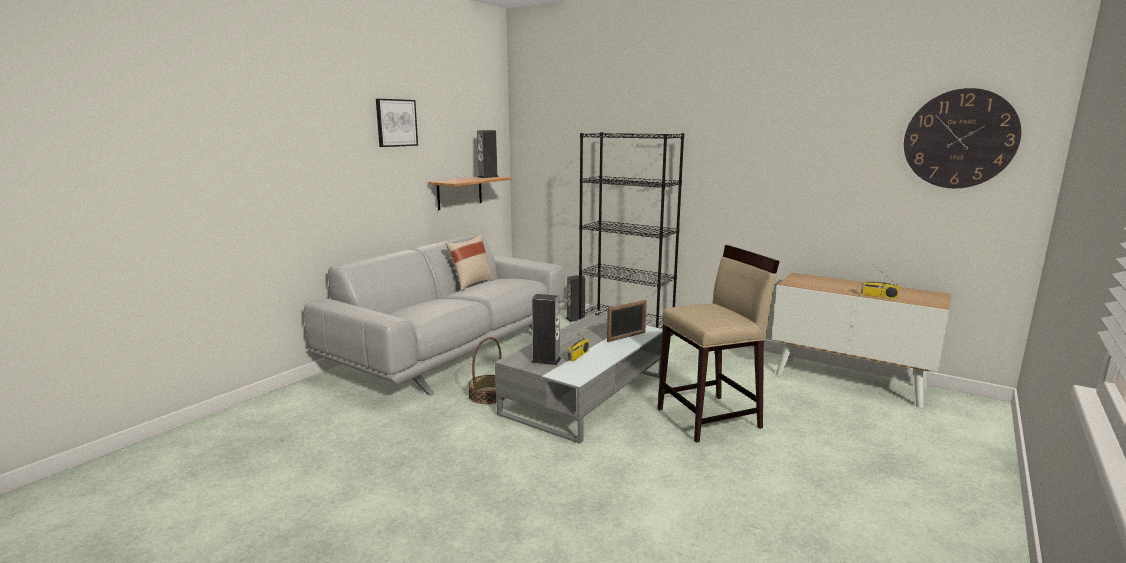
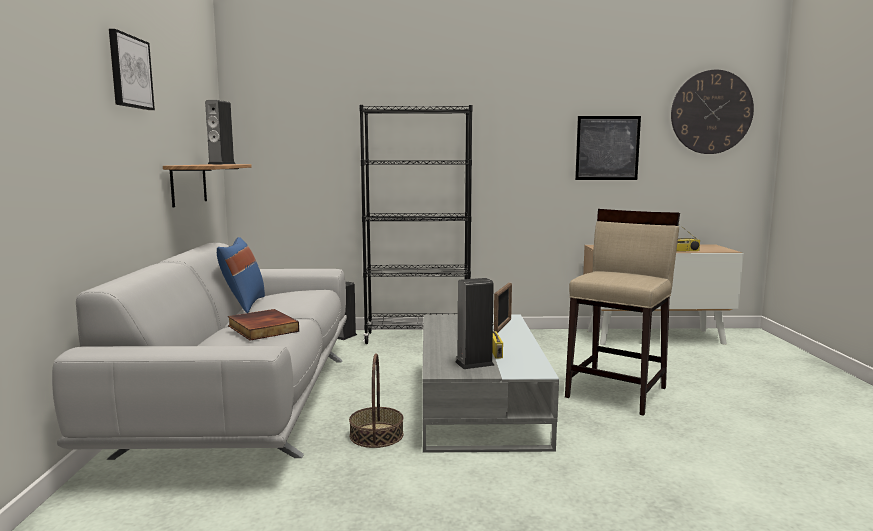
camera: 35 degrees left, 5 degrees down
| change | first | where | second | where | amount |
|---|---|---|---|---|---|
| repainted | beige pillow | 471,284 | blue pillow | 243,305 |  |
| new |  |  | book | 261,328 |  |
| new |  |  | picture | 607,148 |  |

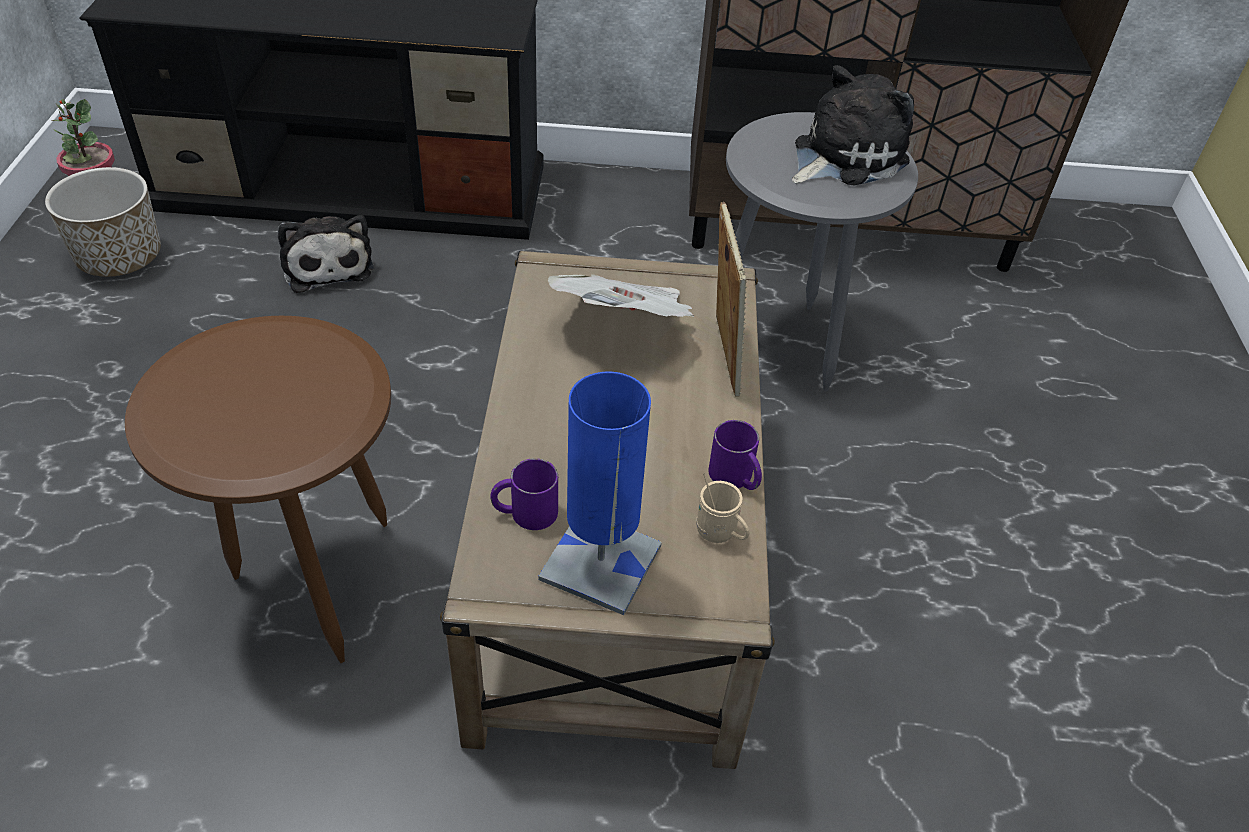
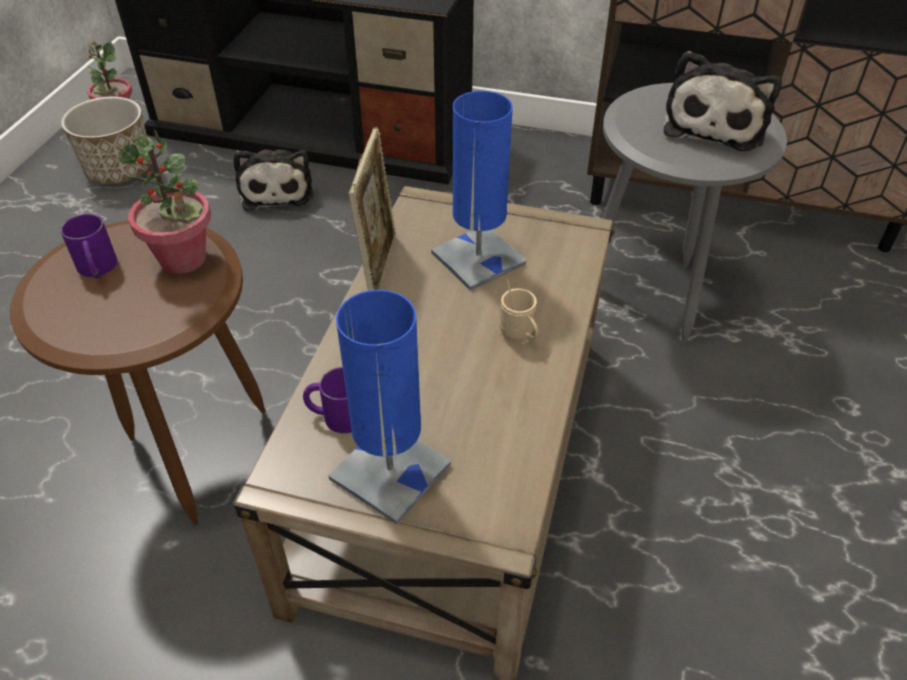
camera: 15 degrees right, 0 degrees up
| change | first | where | second | where | amount |
|---|---|---|---|---|---|
| shifted | purple mug | 736,478 |  | 97,269 |  |
| new |  |  | potted plant | 184,259 |  |
| shifted | picture frame | 722,354 |  | 379,268 |  |
| swapped | newspaper | 625,324 | blue table lamp | 478,258 |  |
| shifted | beige mug | 720,534 |  | 519,335 |  |
| rotated | plush toy | 843,156 |  | 715,124 | 135 degrees clockwise |

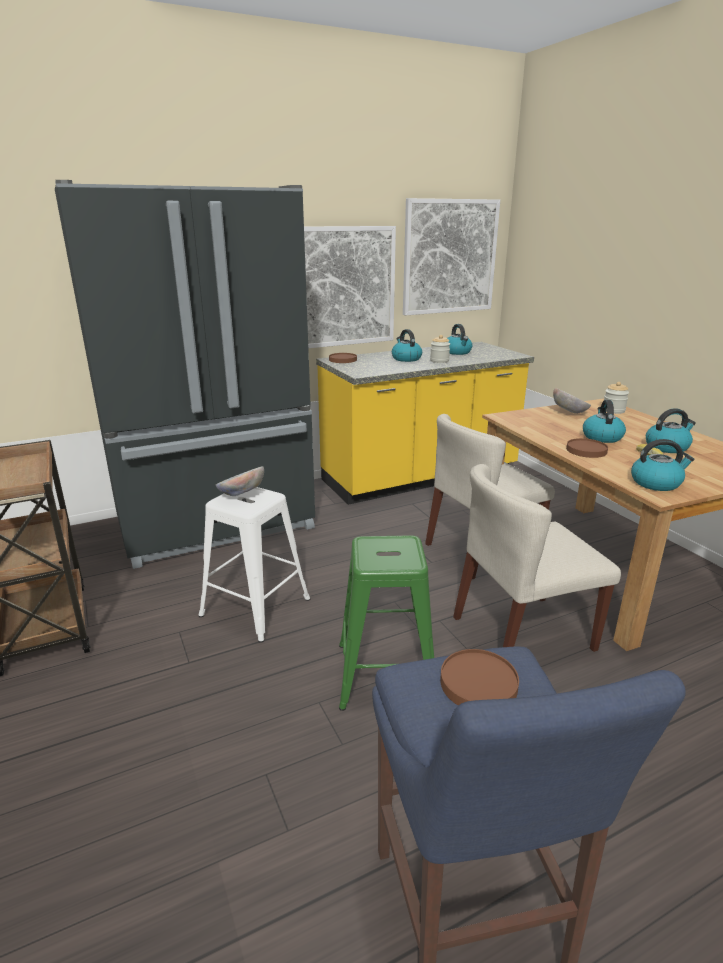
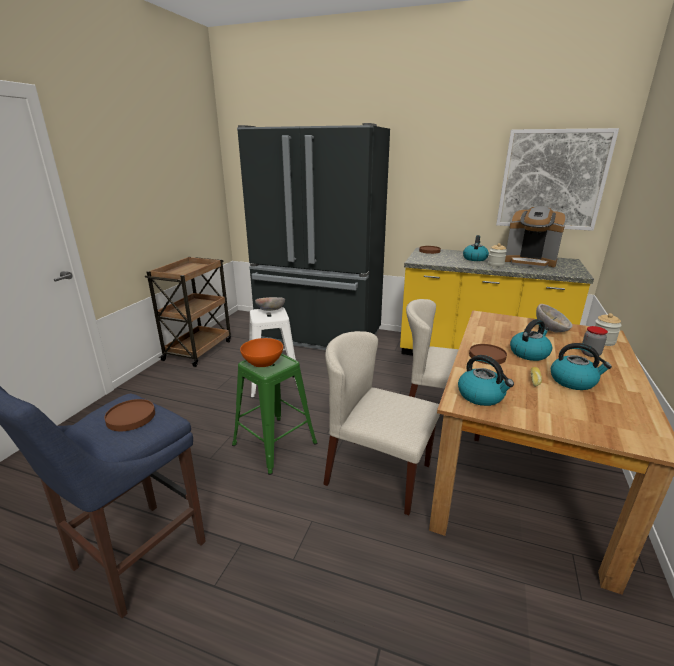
camera: 45 degrees right, 0 degrees up
| change | first | where | second | where | amount |
|---|---|---|---|---|---|
| new |  |  | orange bowl | 263,361 |  |
| swapped | kettle | 457,352 | coffee machine | 530,262 |  |
| new |  |  | jar | 590,354 |  |
| gone | picture | 342,287 |  |  |  |

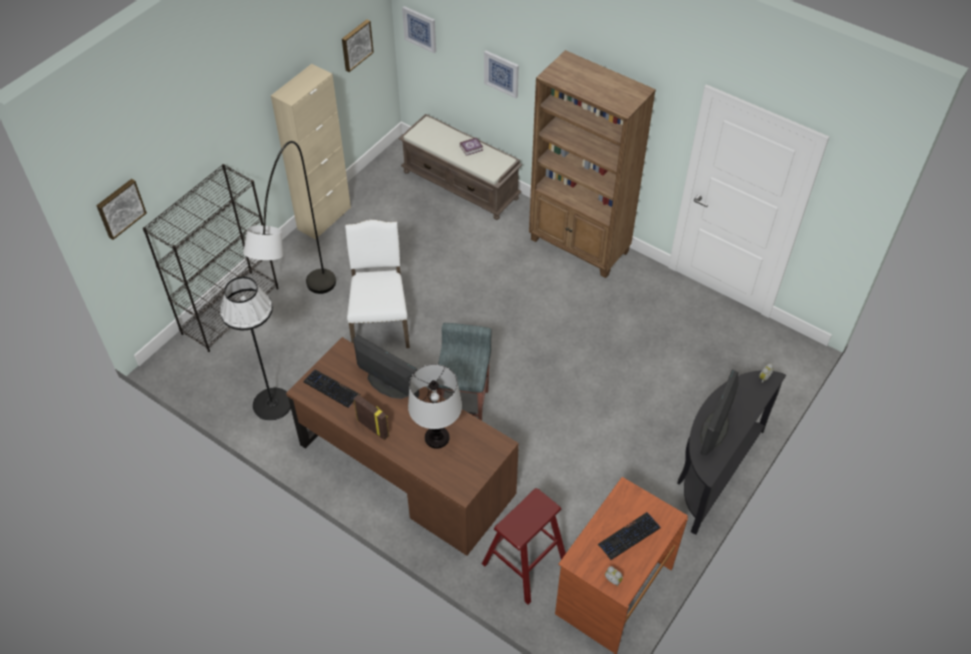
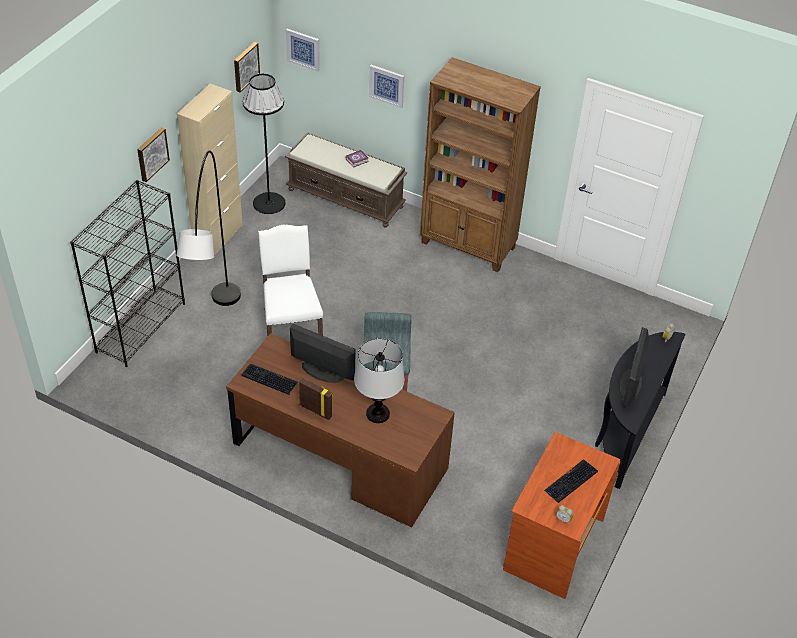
camera: 10 degrees left, 5 degrees down
| change | first | where | second | where | amount |
|---|---|---|---|---|---|
| shifted | picture | 120,208 |  | 151,154 |  |
| shifted | black floor lamp | 272,403 |  | 269,203 |  |
| gone | red stool | 525,563 |  |  |  |

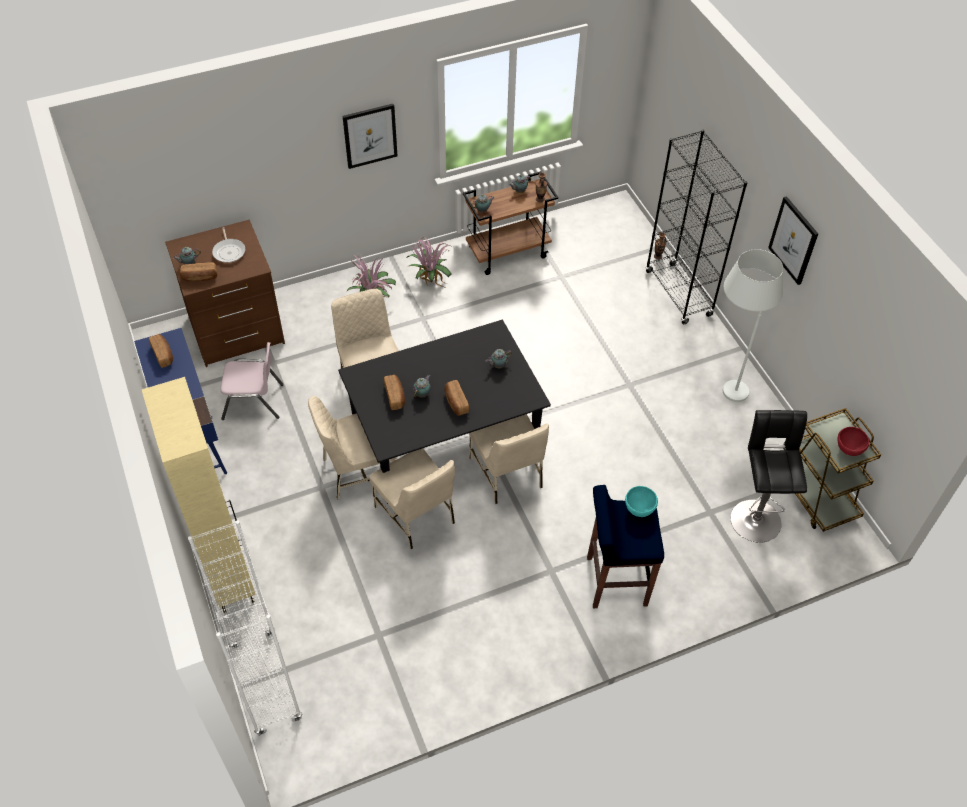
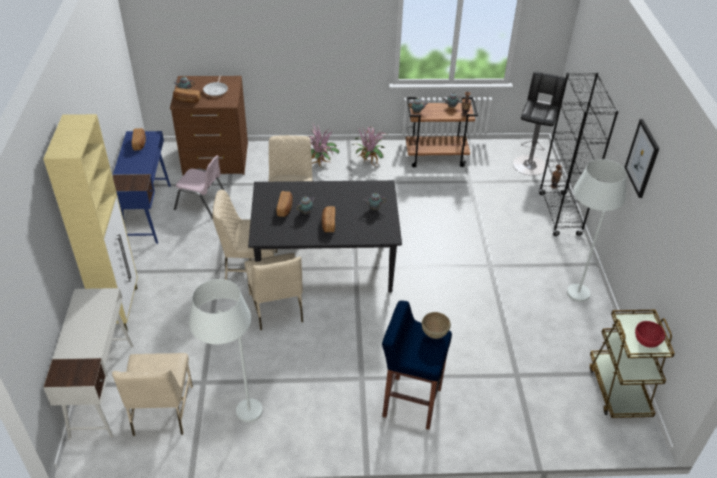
camera: 20 degrees right, 10 degrees down
| change | first | where | second | where | amount |
|---|---|---|---|---|---|
| swapped | white bookcase | 265,682 | white desk | 102,388 |  |
| shifted | beige chair | 507,473 |  | 161,411 |  |
| new |  |  | white floor lamp | 234,412 |  |
| repainted | turquoise bowl | 639,509 | brown bowl | 434,333 |  |
| shifted | black stool | 755,517 |  | 529,163 |  |
| gone | picture | 370,135 |  |  |  |

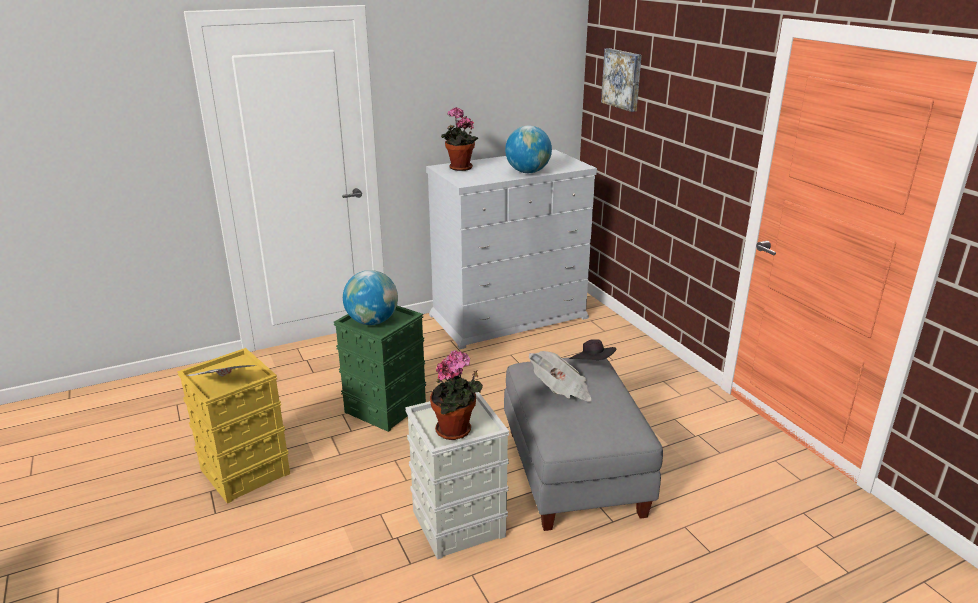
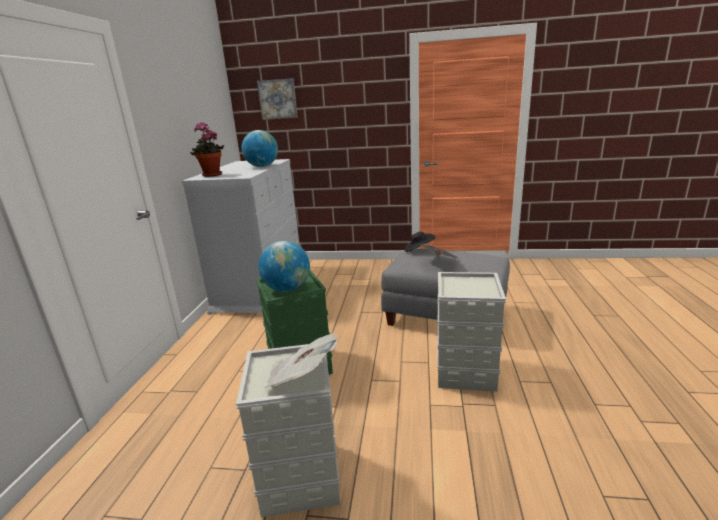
camera: 55 degrees left, 5 degrees down
| change | first | where | second | where | amount |
|---|---|---|---|---|---|
| repainted | yellow storage box | 245,471 | grey storage box | 300,477 |  |
| gone | potted plant | 456,431 |  |  |  |

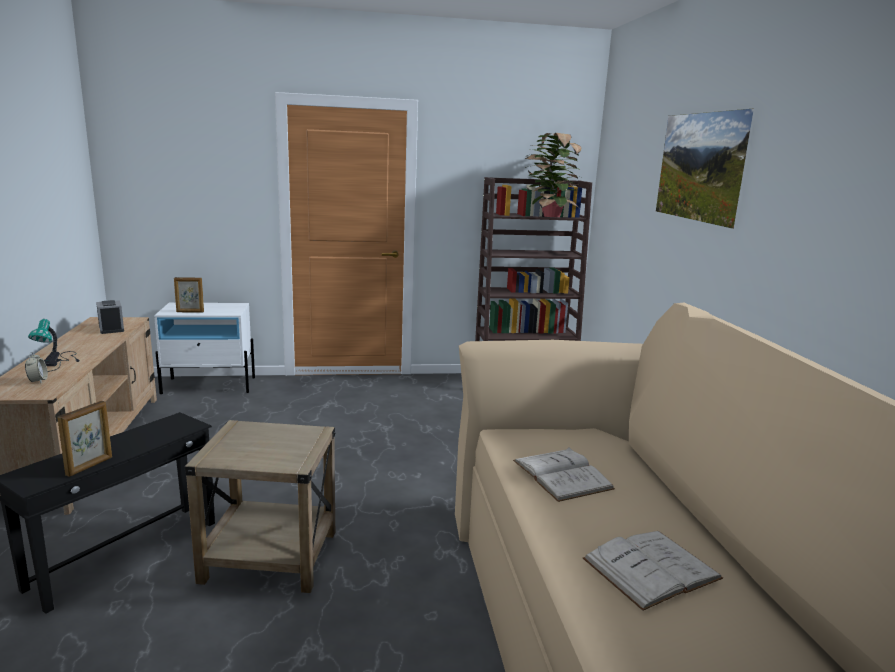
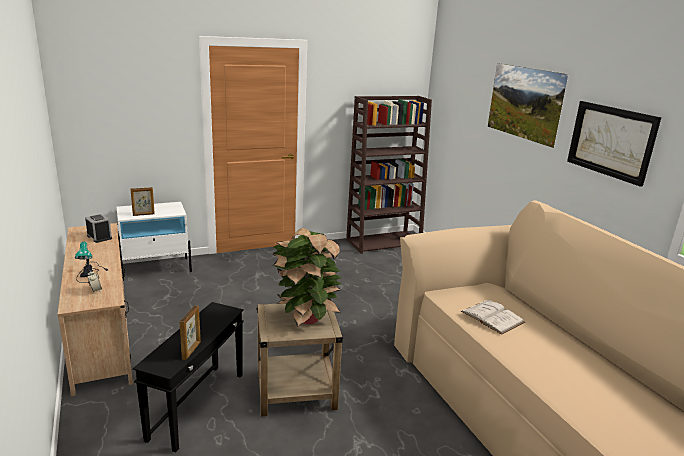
camera: 15 degrees left, 5 degrees up
| change | first | where | second | where | amount |
|---|---|---|---|---|---|
| shifted | potted plant | 549,216 |  | 305,318 |  |
| new |  |  | picture | 611,141 |  |
| gone | white book | 651,568 |  |  |  |

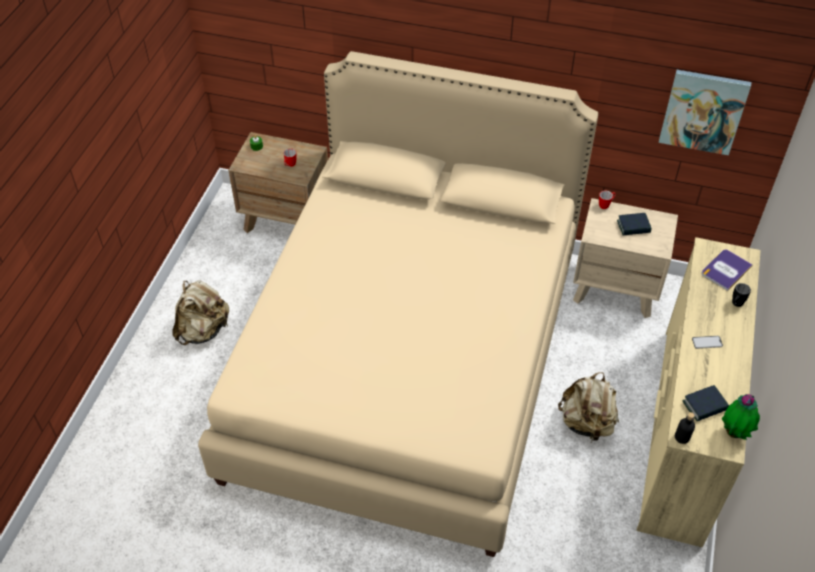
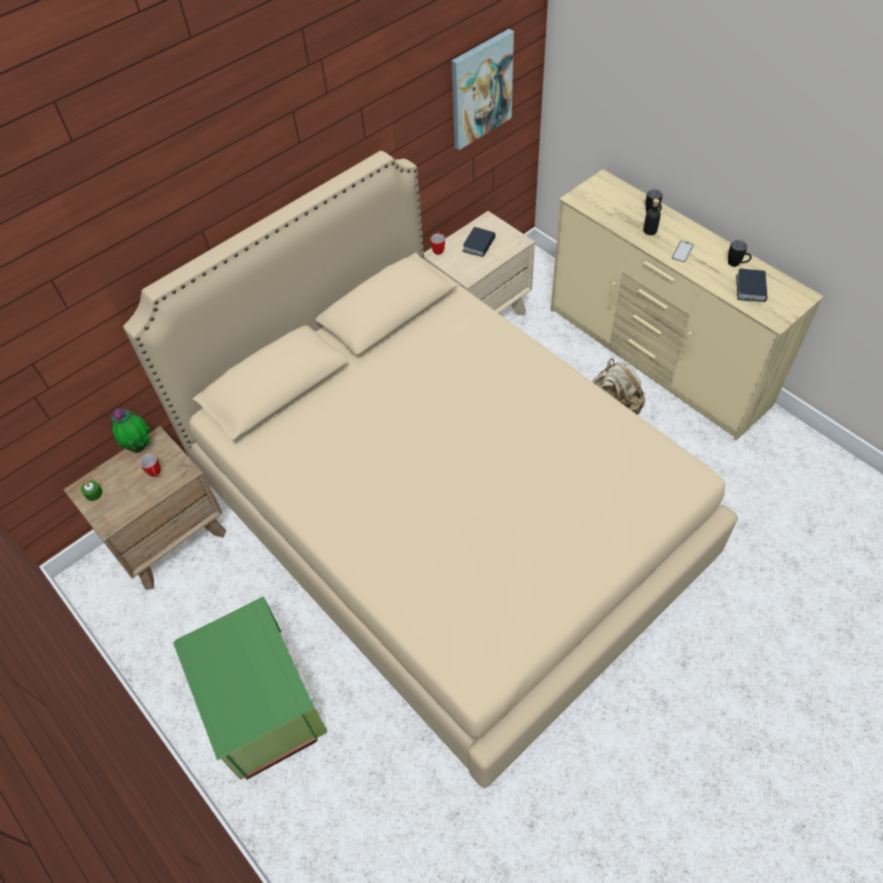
camera: 55 degrees left, 5 degrees up
| change | first | where | second | where | amount |
|---|---|---|---|---|---|
| shifted | potted plant | 734,433 |  | 140,446 |  |
| swapped | beige backpack | 203,330 | green storage box | 259,703 |  |
| shifted | black bottle | 682,437 |  | 650,230 |  |
| new |  |  | black mug | 736,264 |  |
| gone | book | 726,270 |  |  |  |

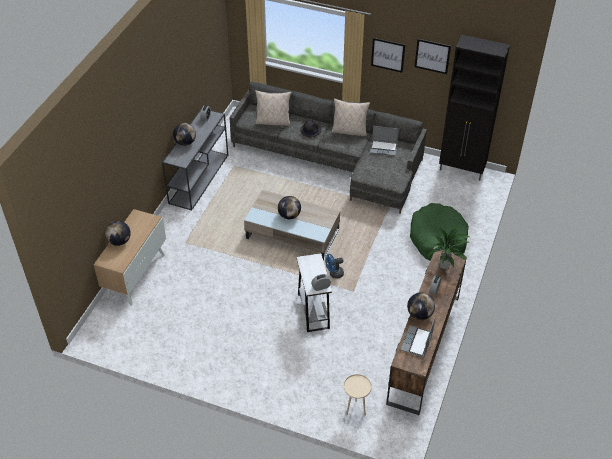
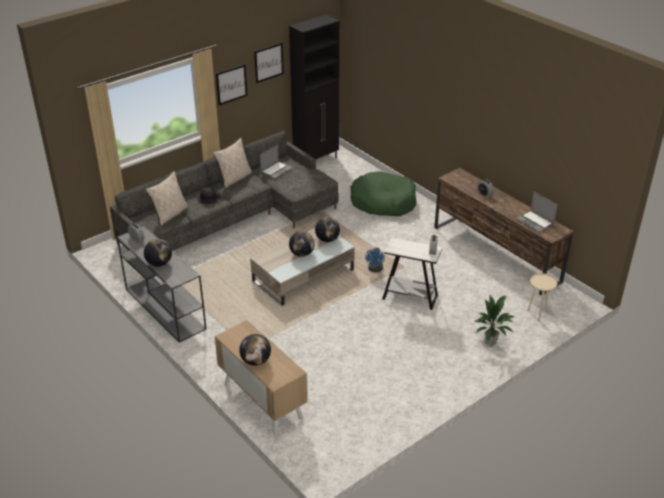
camera: 60 degrees left, 10 degrees down
| change | first | where | second | where | amount |
|---|---|---|---|---|---|
| shifted | globe | 419,314 |  | 327,239 |  |
| shifted | potted plant | 445,266 |  | 491,342 |  |

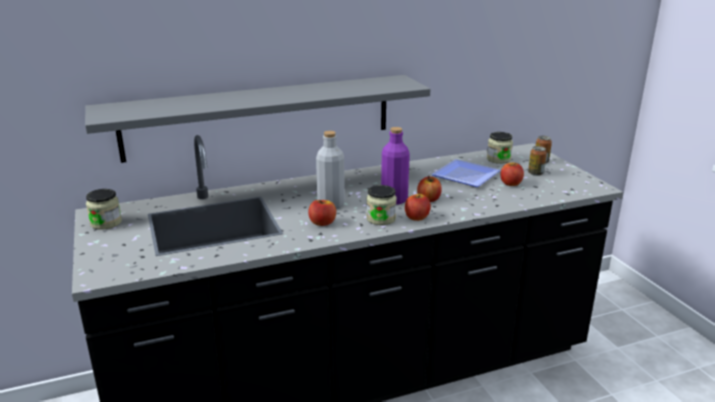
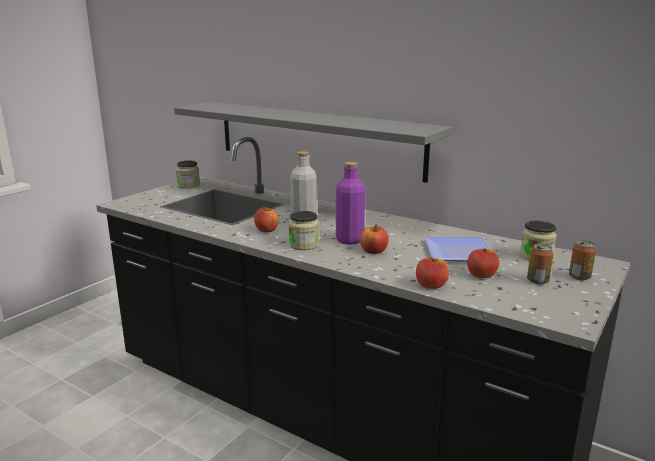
camera: 55 degrees right, 5 degrees down
| change | first | where | second | where | amount |
|---|---|---|---|---|---|
| shifted | apple | 416,217 |  | 431,285 |  |

